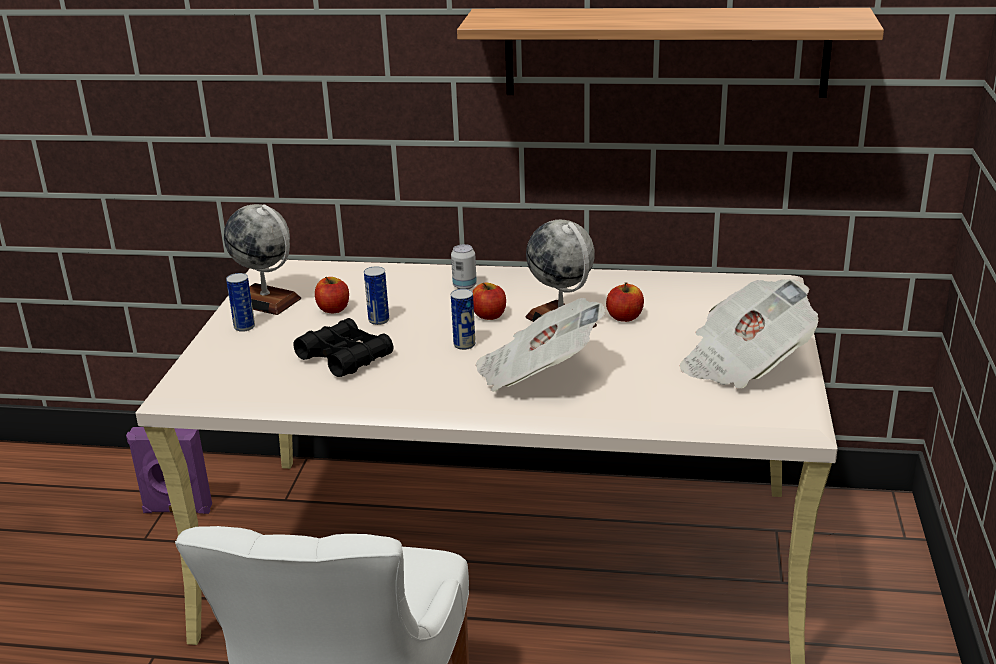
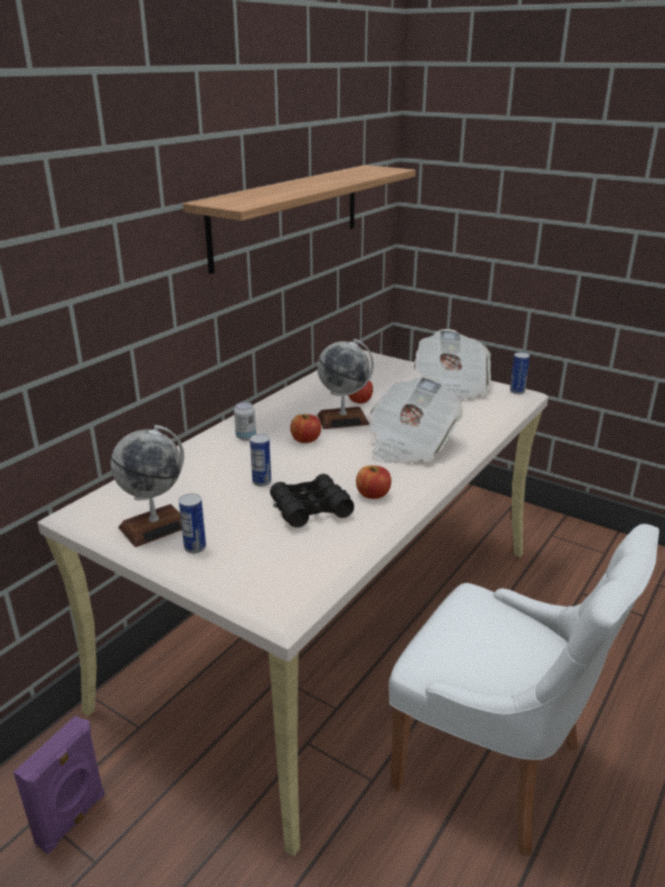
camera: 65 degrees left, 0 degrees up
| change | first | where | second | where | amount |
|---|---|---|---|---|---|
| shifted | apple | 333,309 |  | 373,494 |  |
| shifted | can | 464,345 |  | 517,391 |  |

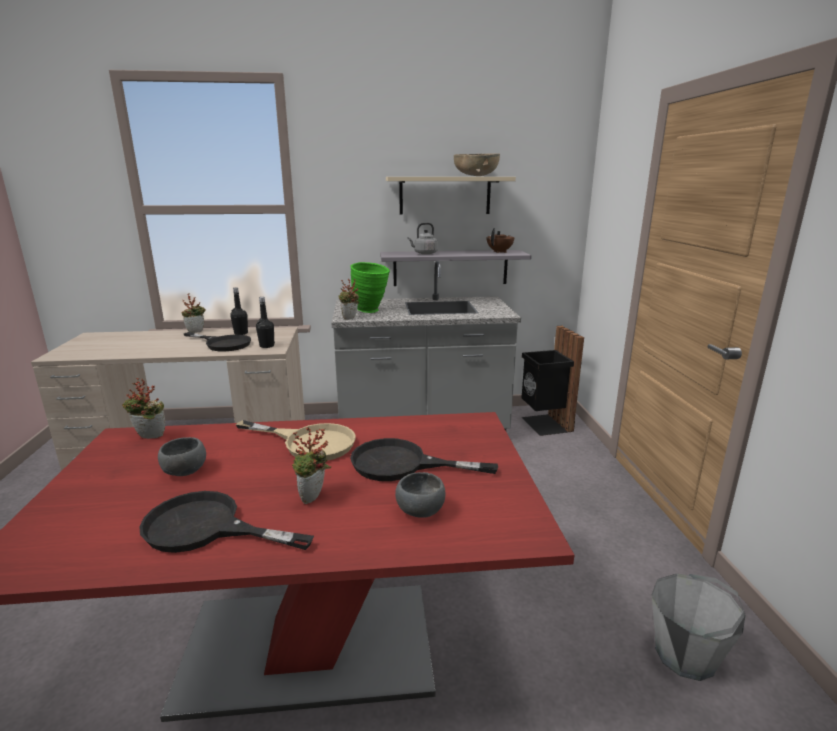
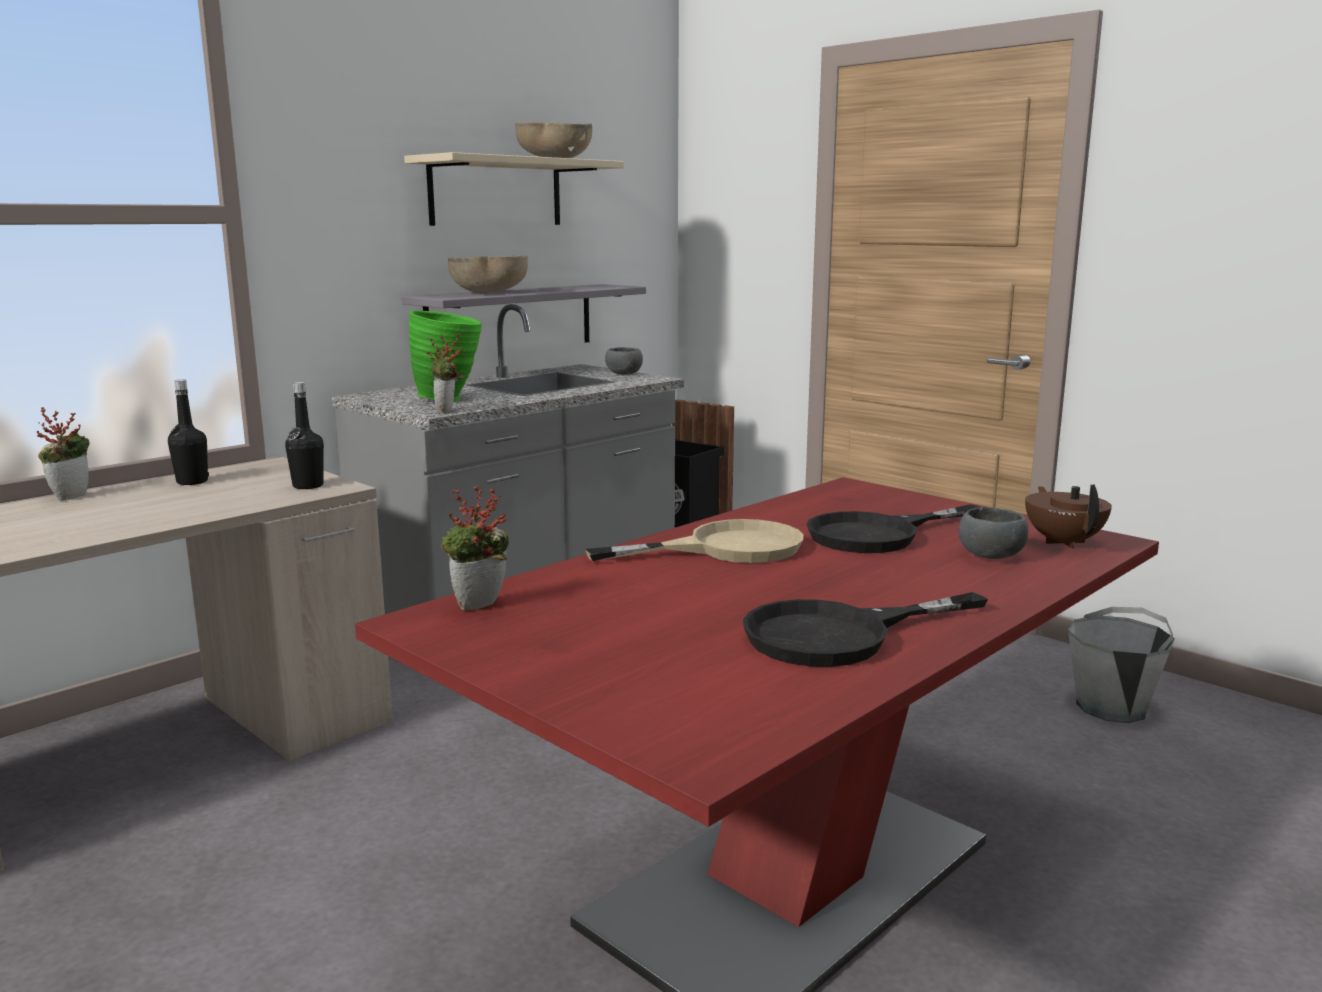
camera: 40 degrees left, 5 degrees down
| change | first | where | second | where | amount |
|---|---|---|---|---|---|
| swapped | grey kettle | 424,253 | brown bowl | 489,293 |  |
| shifted | grey bowl | 183,471 |  | 623,374 |  |
| shifted | brown teapot | 500,252 |  | 1063,542 |  |
| gone | black frying pan | 223,344 |  |  |  |
| gone | potted plant | 314,499 |  |  |  |

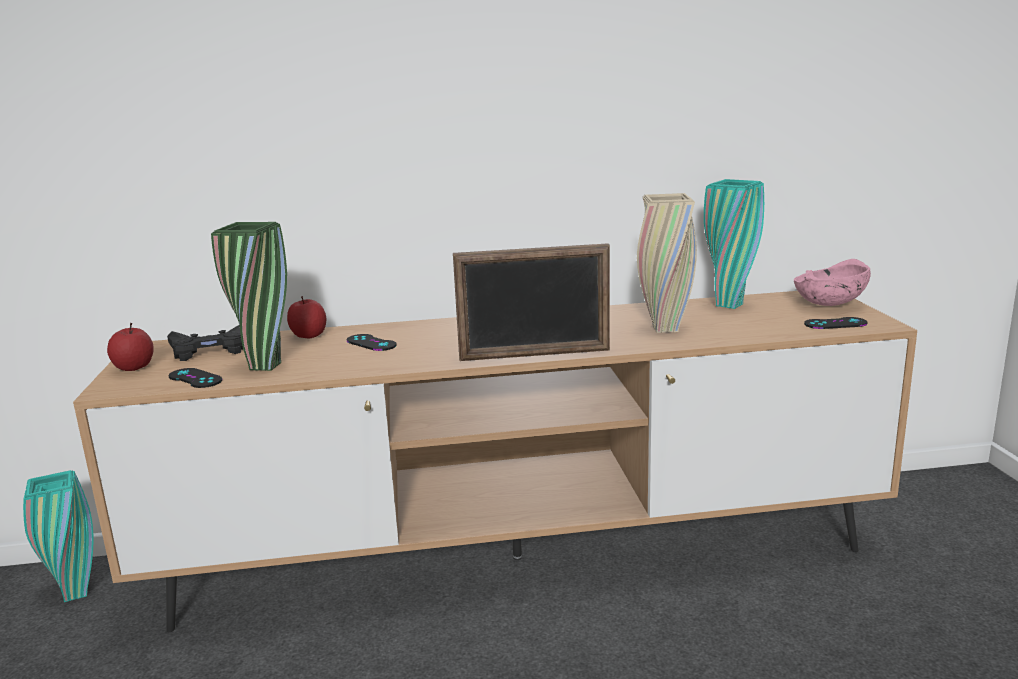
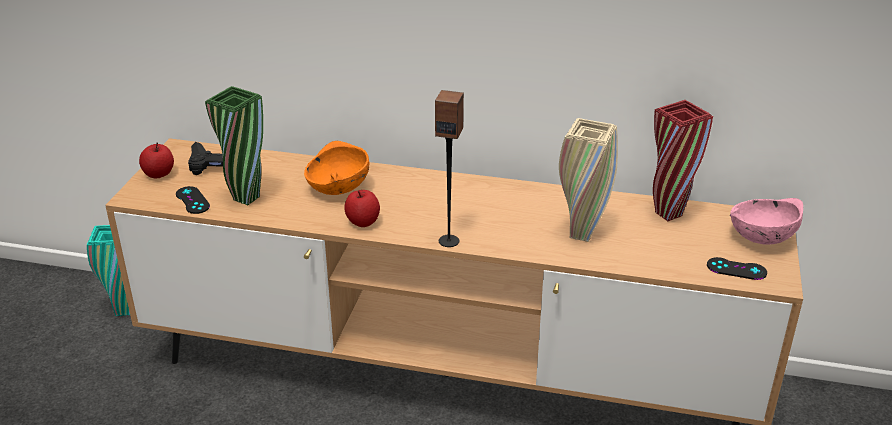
camera: 20 degrees right, 15 degrees up
| change | first | where | second | where | amount |
|---|---|---|---|---|---|
| swapped | black game controller | 371,343 | orange bowl | 337,189 |  |
| shifted | apple | 309,336 |  | 363,222 |  |
| swapped | picture frame | 535,355 | speaker | 449,241 |  |
| repainted | turquoise vase | 729,305 | red vase | 668,214 |  |

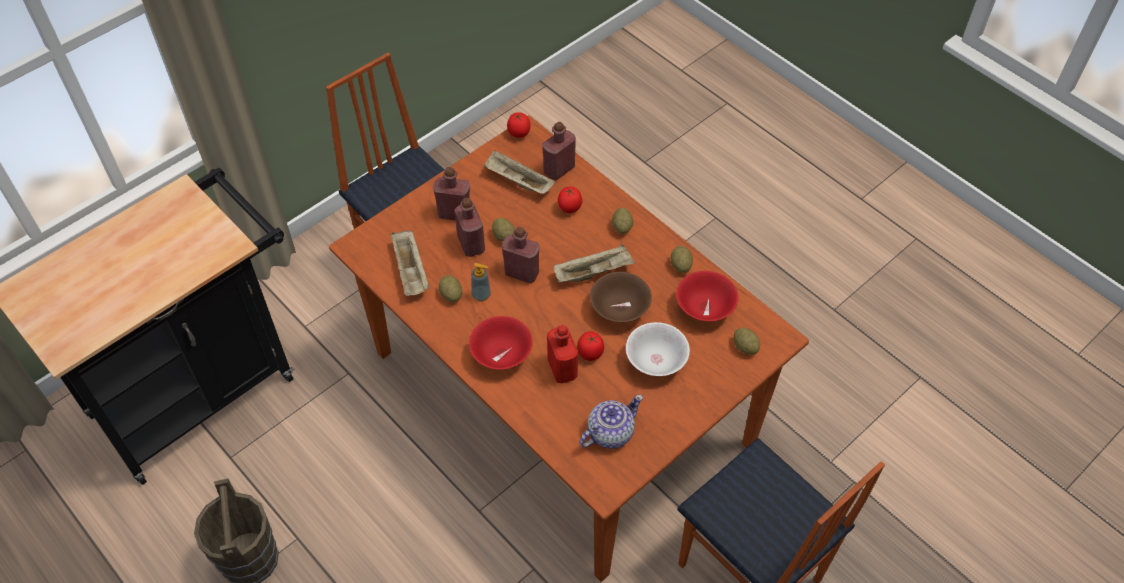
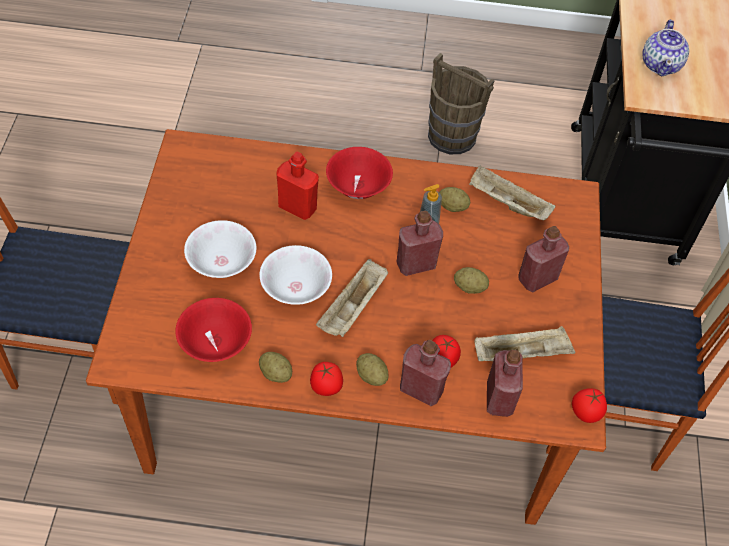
camera: 135 degrees right, 0 degrees up
| change | first | where | second | where | amount |
|---|---|---|---|---|---|
| repainted | brown bowl | 620,309 | white bowl | 295,289 |  |
| shifted | tomato | 590,353 |  | 326,387 |  |
| shifted | red bottle | 471,244 |  | 421,390 |  |
| shifted | teapot | 609,433 |  | 661,64 |  |
| gone | potato | 745,347 |  |  |  |

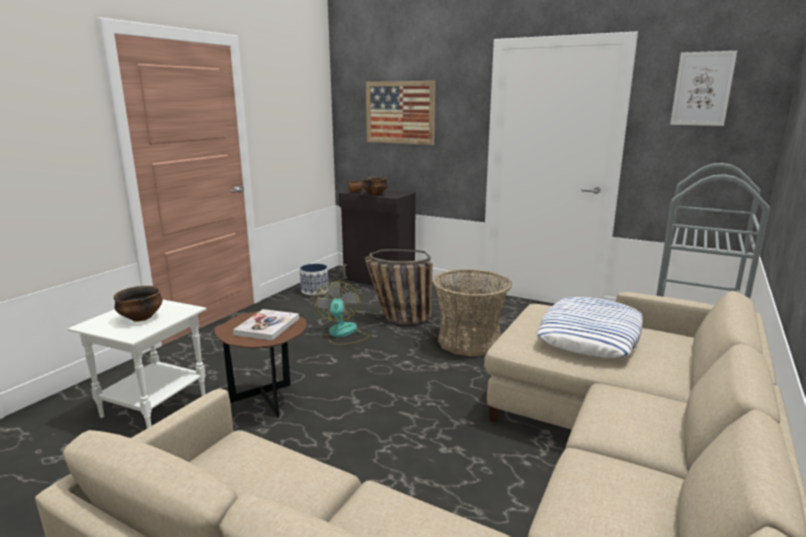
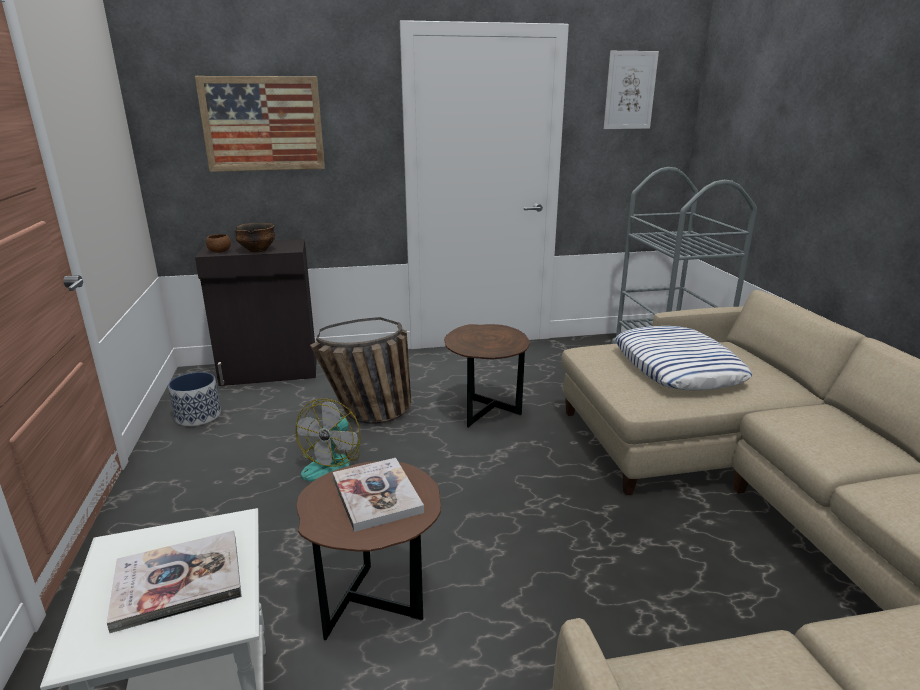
camera: 40 degrees left, 5 degrees up
| change | first | where | second | where | amount |
|---|---|---|---|---|---|
| swapped | bowl | 141,318 | book | 178,581 |  |
| rotated | fan | 343,334 |  | 332,463 | 120 degrees counterclockwise |
| swapped | basket | 469,342 | brown side table | 485,415 |  |

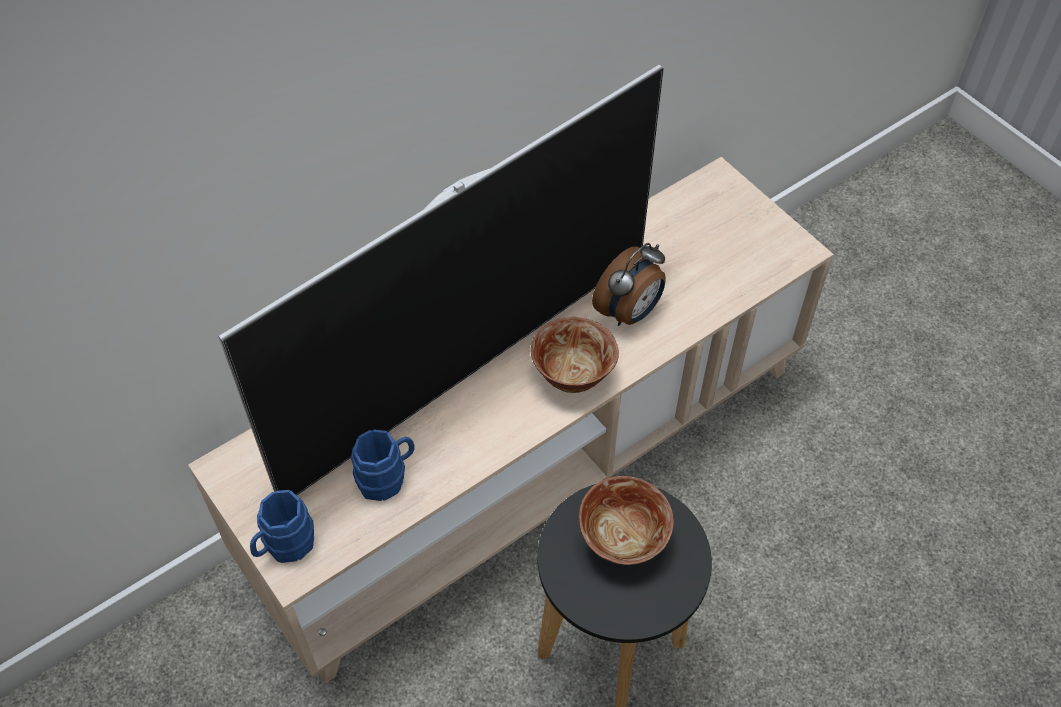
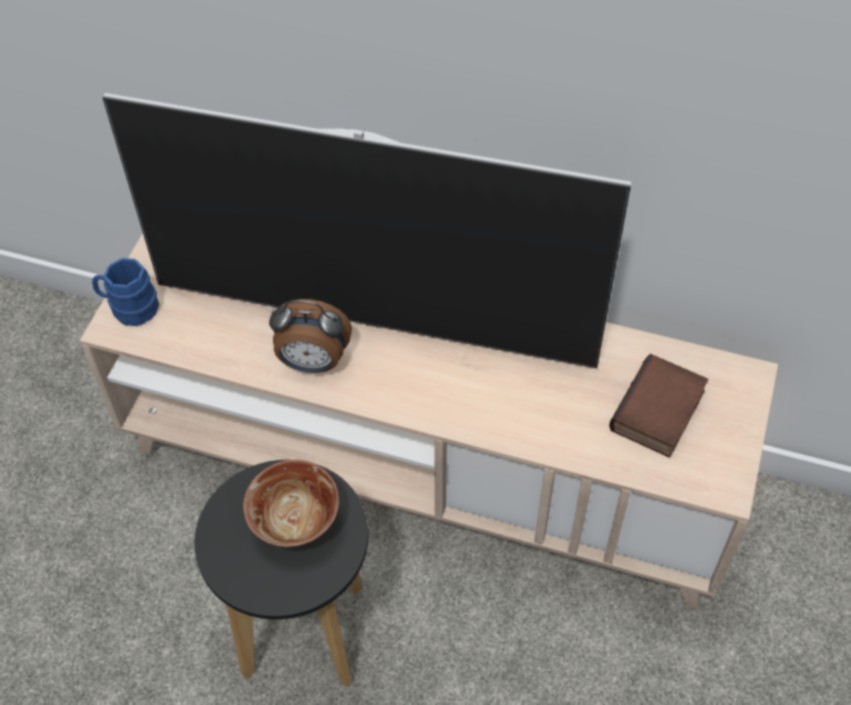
camera: 55 degrees right, 0 degrees up
| change | first | where | second | where | amount |
|---|---|---|---|---|---|
| shifted | alarm clock | 629,312 |  | 312,362 |  |
| new |  |  | book | 659,413 |  |
| gone | blue mug | 387,476 |  |  |  |
| gone | bowl | 572,375 |  |  |  |

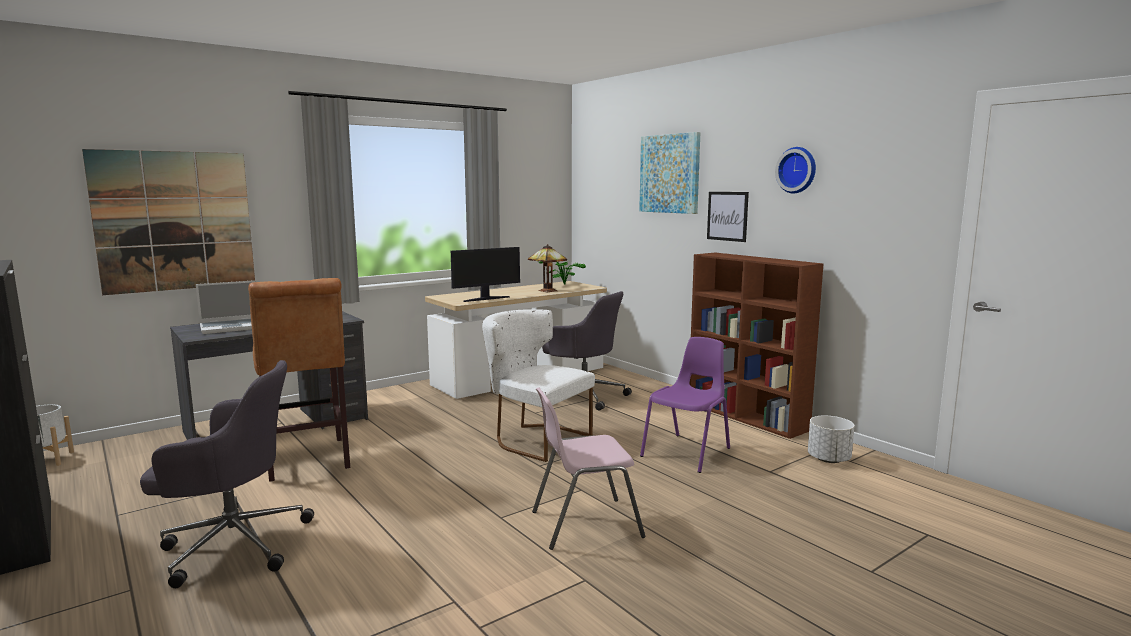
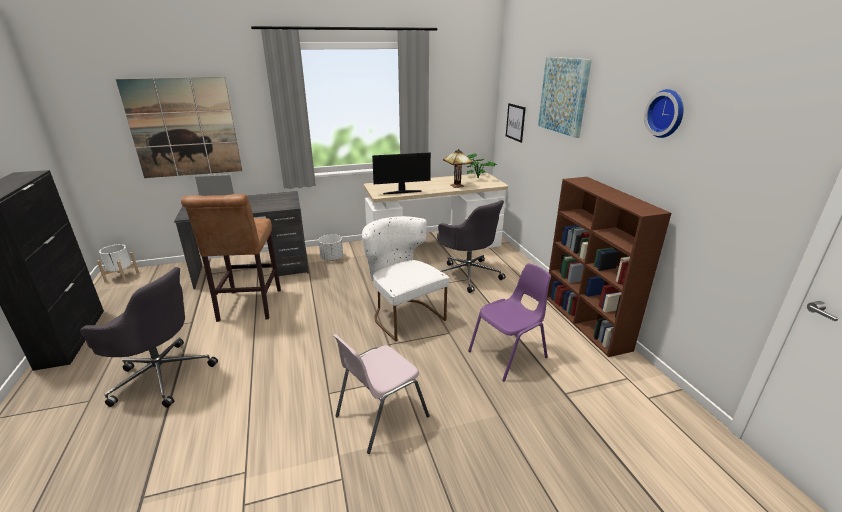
camera: 20 degrees right, 15 degrees up
| change | first | where | second | where | amount |
|---|---|---|---|---|---|
| shifted | white planter | 829,459 |  | 332,258 |  |
| rotated | pink chair | 584,524 |  | 380,416 | 45 degrees counterclockwise |
| shifted | picture | 727,216 |  | 515,122 |  |

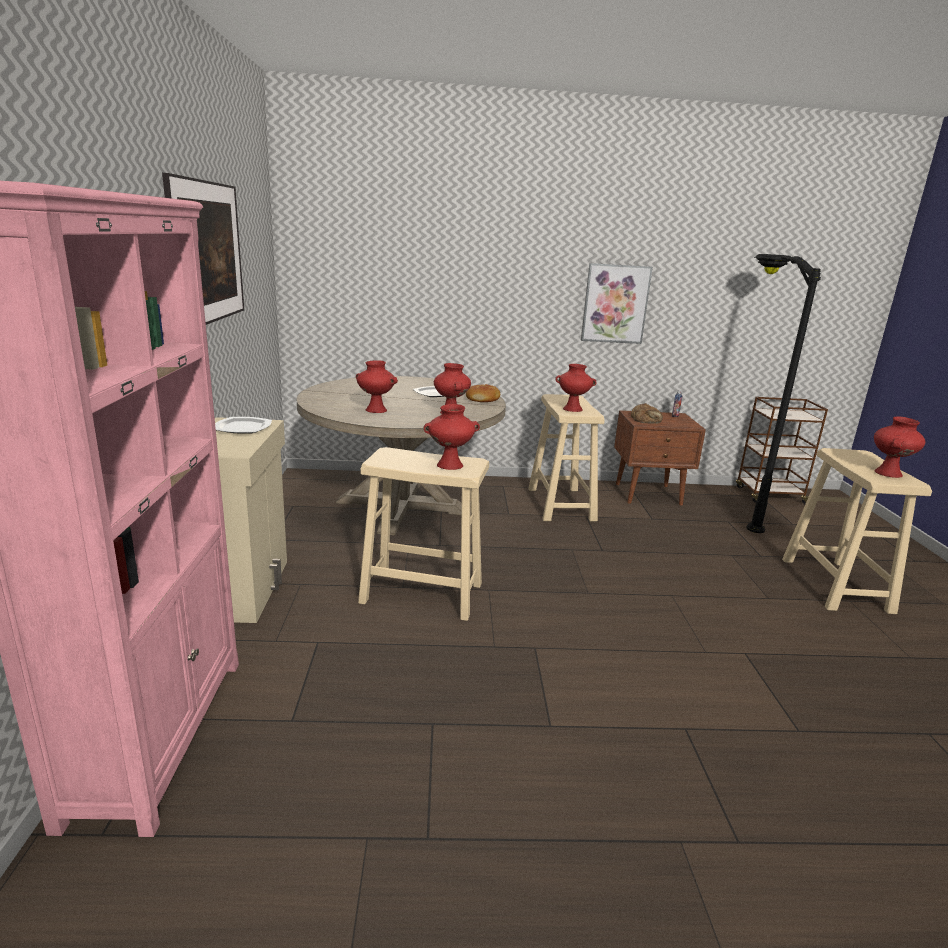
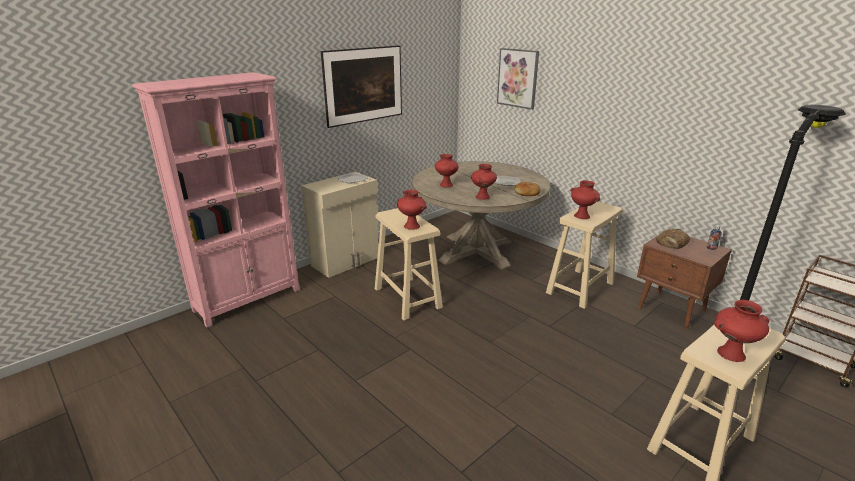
camera: 50 degrees right, 5 degrees up
| change | first | where | second | where | amount |
|---|---|---|---|---|---|
| shifted | picture | 615,304 |  | 518,78 |  |

